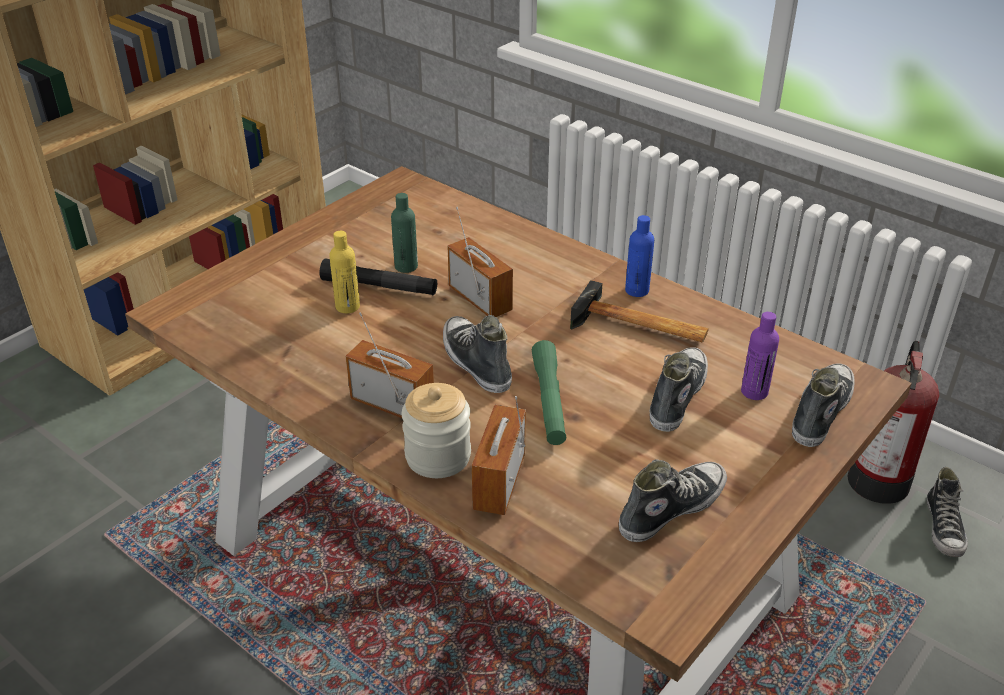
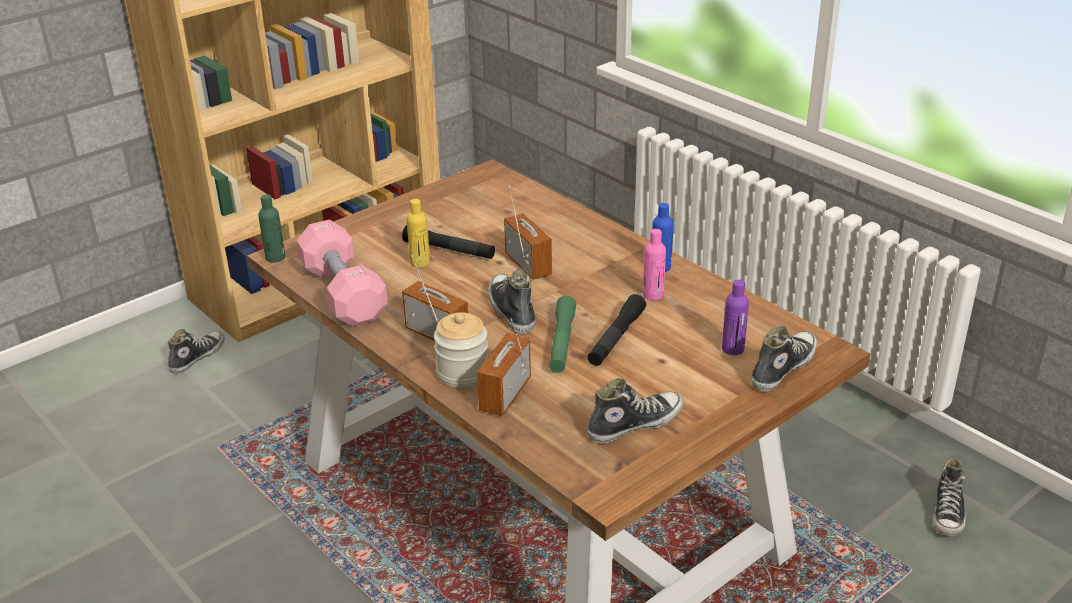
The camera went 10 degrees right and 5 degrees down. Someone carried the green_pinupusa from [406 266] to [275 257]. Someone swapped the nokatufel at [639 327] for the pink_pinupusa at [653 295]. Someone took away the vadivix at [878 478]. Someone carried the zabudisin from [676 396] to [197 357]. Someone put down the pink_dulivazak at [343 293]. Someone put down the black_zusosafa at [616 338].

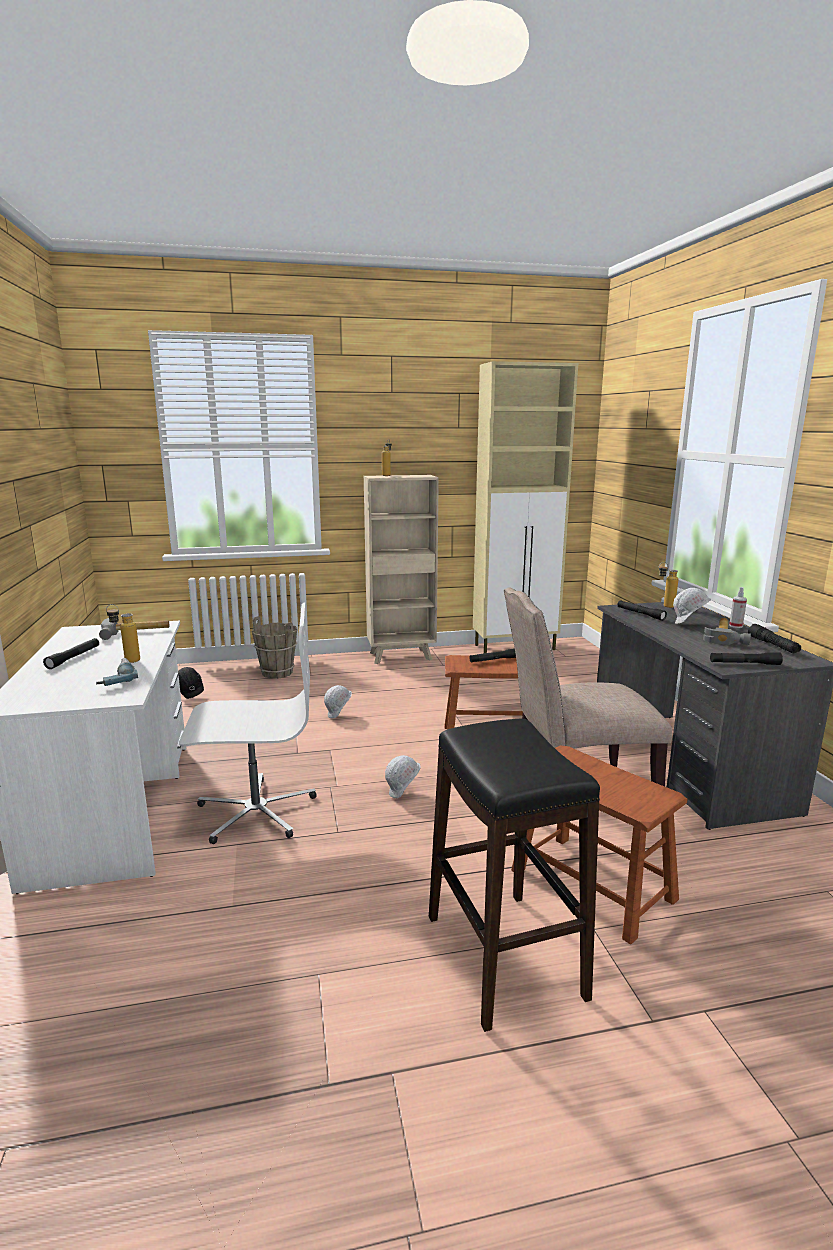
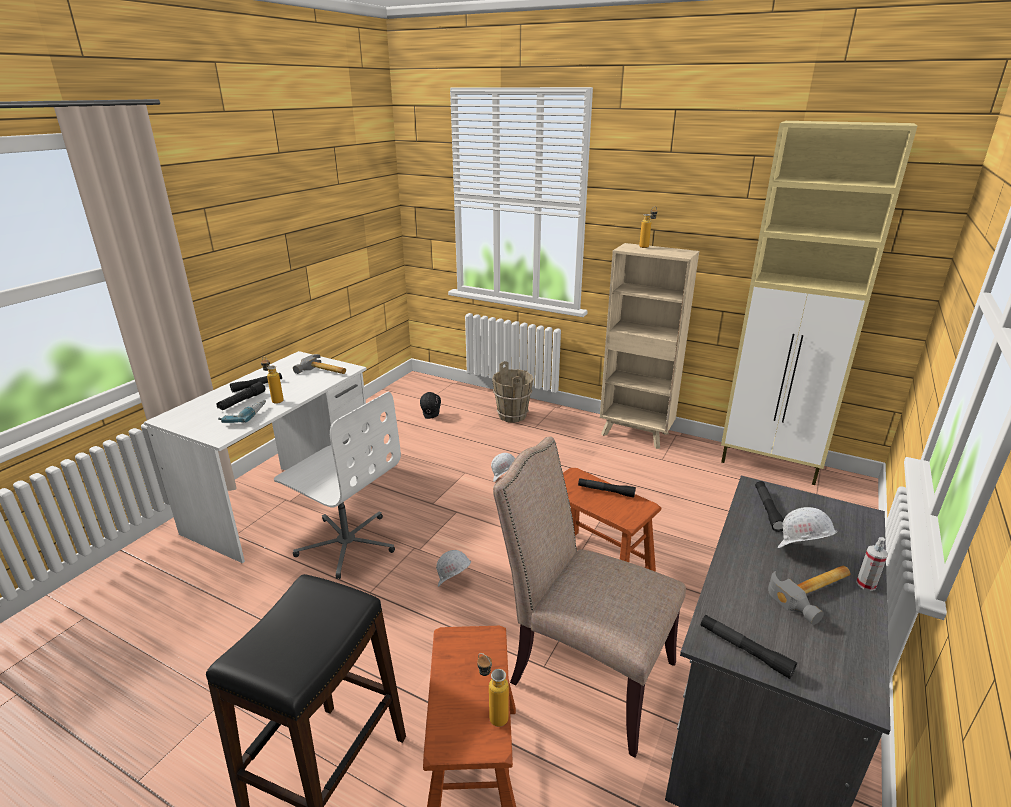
The camera went 40 degrees right and 10 degrees up. Someone carried the pinupusa from [664 606] to [492 714]. Someone carried the black_zusosafa from [773 645] to [242 401].

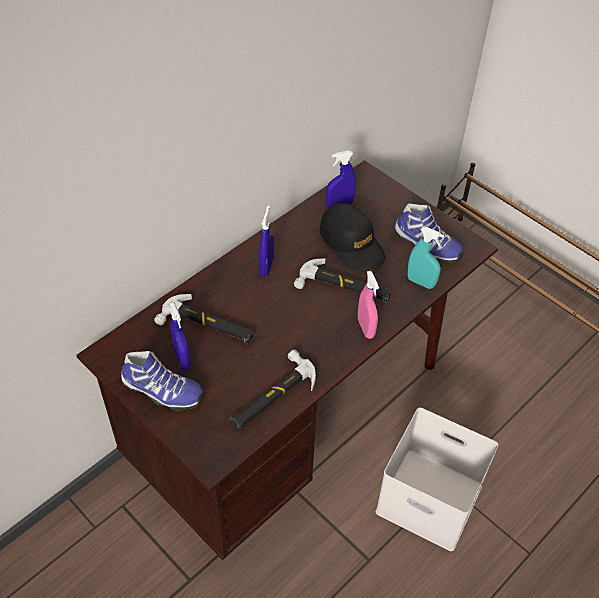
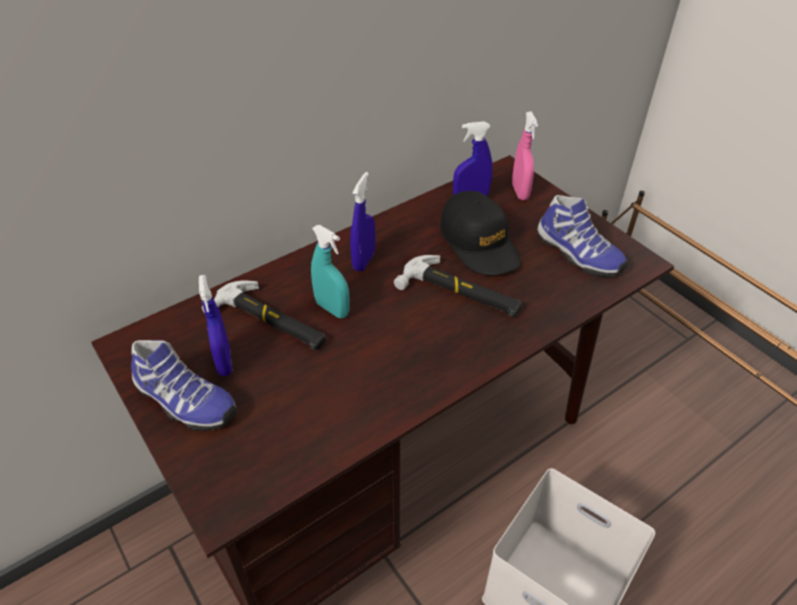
The camera went 10 degrees right and 5 degrees down. Someone carried the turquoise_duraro from [421 282] to [332 309]. Someone carried the pink_duraro from [366 328] to [520 192]. Someone took away the nokatufel at [272 395].

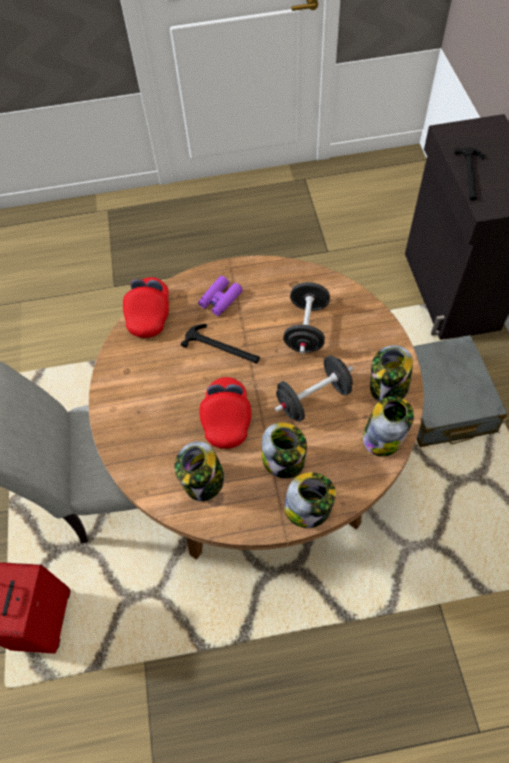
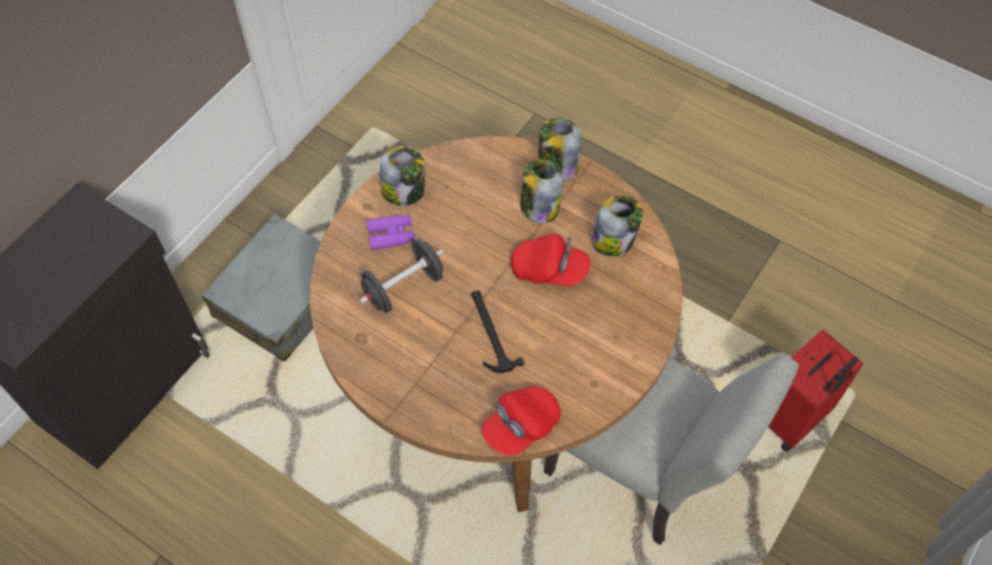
The camera went 140 degrees left and 0 degrees up. Someone took away the nokatufel at [470 175]. Someone carried the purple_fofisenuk from [220 299] to [391 235]. Someone took away the black_dulivazak at [313 399]. Someone rotated the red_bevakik at [227 418] by 120 degrees counterclockwise. Someone took away the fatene at [383 437].

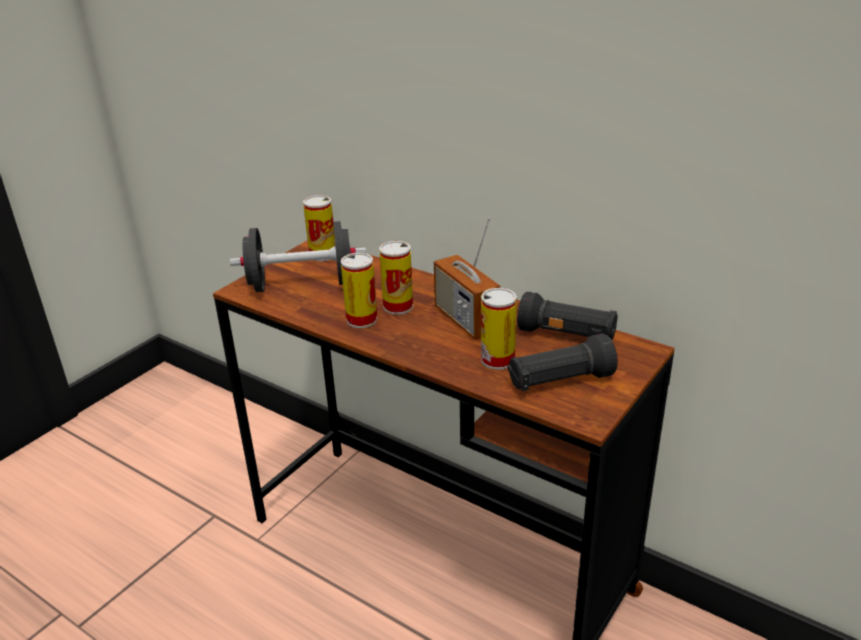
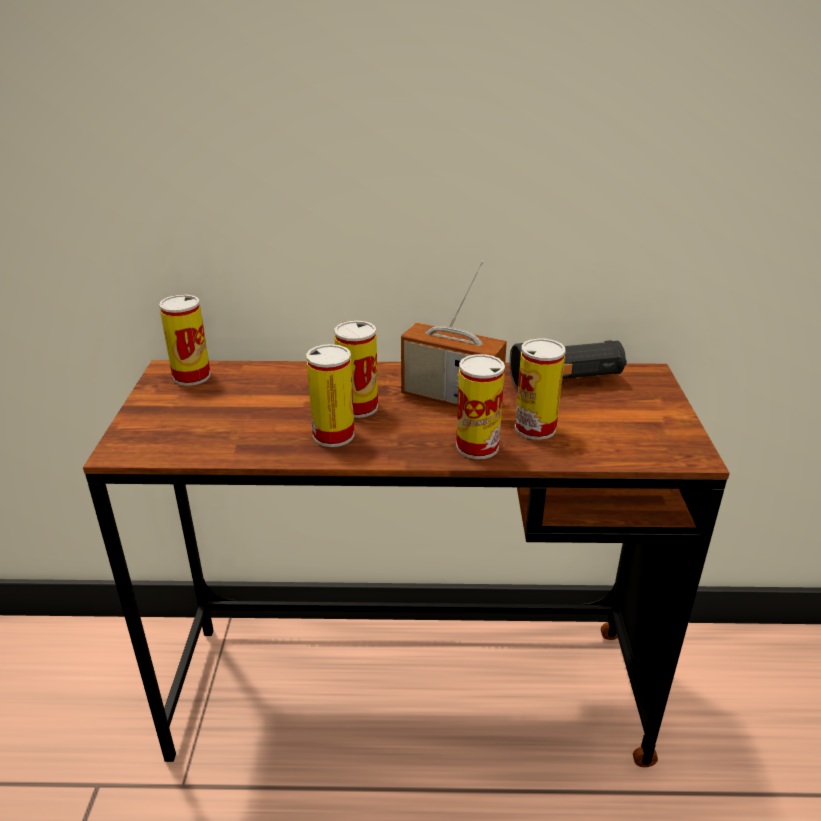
The camera went 35 degrees left and 0 degrees up. Someone took away the black_dulivazak at [302 284]. Someone took away the black_zusosafa at [559 381]. Someone put down the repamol at [477 446].

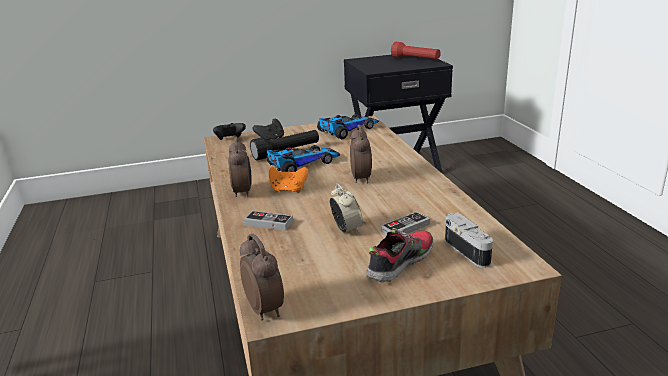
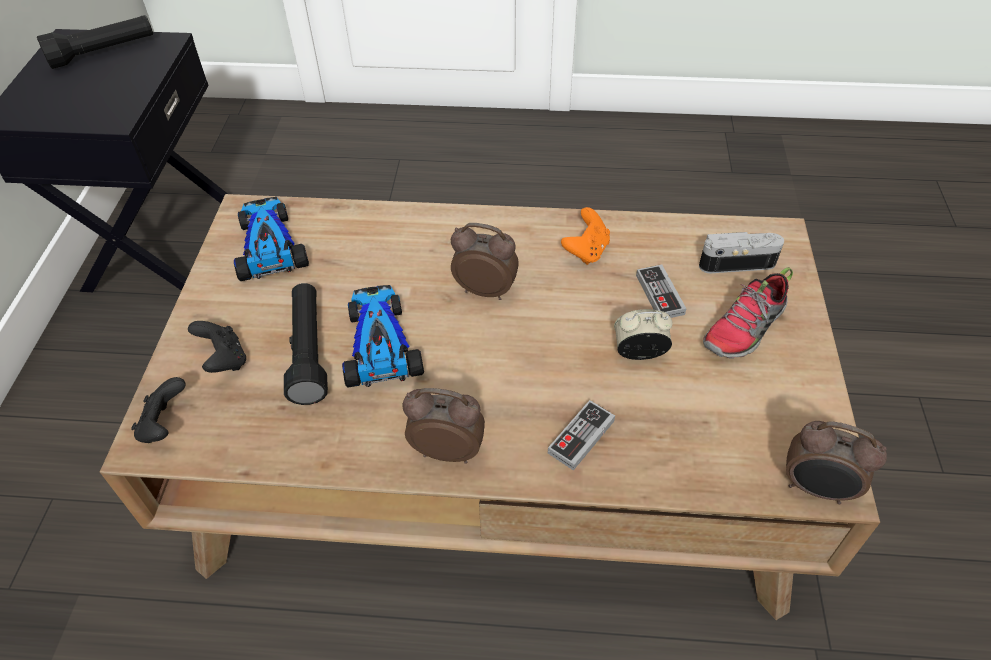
The camera went 70 degrees left and 25 degrees up. Someone repainted the red_zusosafa at [415 59], which became the black_zusosafa at [104 53]. Someone carried the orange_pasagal from [288 190] to [586 251]. Someone rotated the zabudisin at [399 263] by 105 degrees counterclockwise. Someone rotated the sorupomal at [265 309] by 150 degrees counterclockwise.

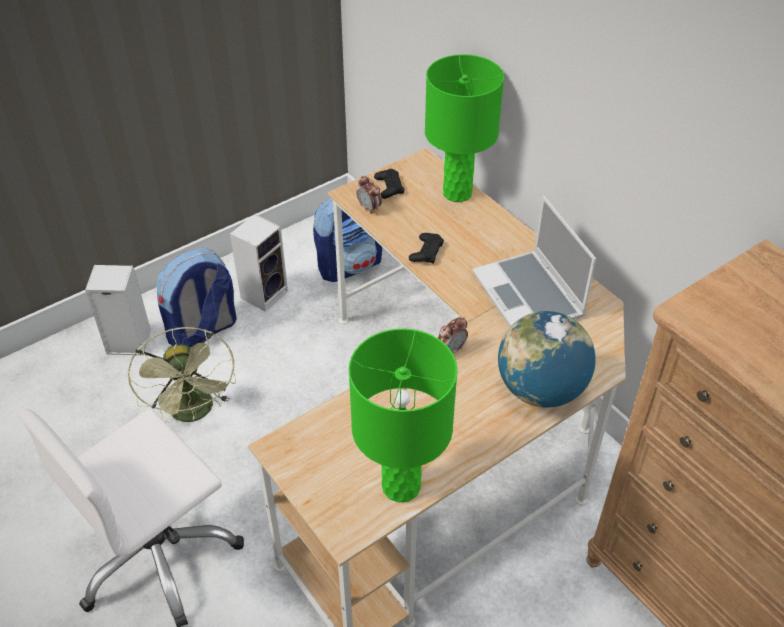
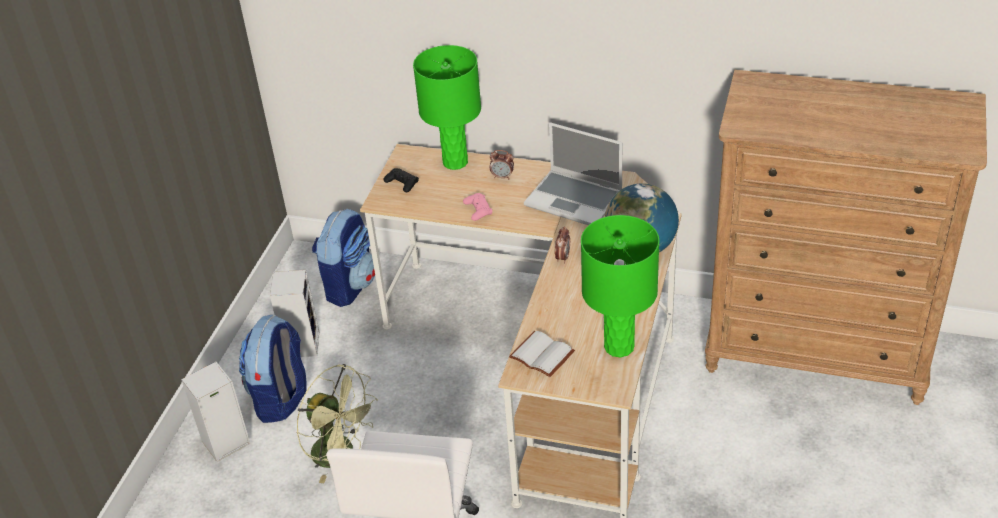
The camera went 35 degrees left and 5 degrees down. Someone carried the sorupomal from [369 208] to [502 176]. Someone repainted the black_pasagal at [426 252], which became the pink_pasagal at [478 210]. Someone put down the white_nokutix at [540 355].

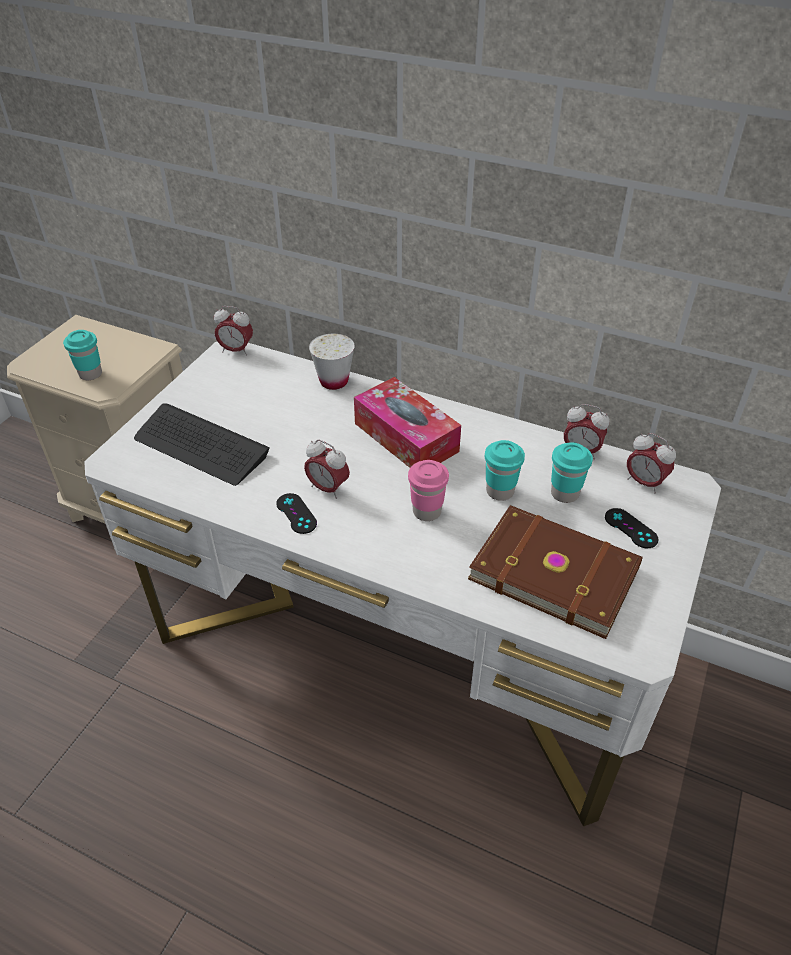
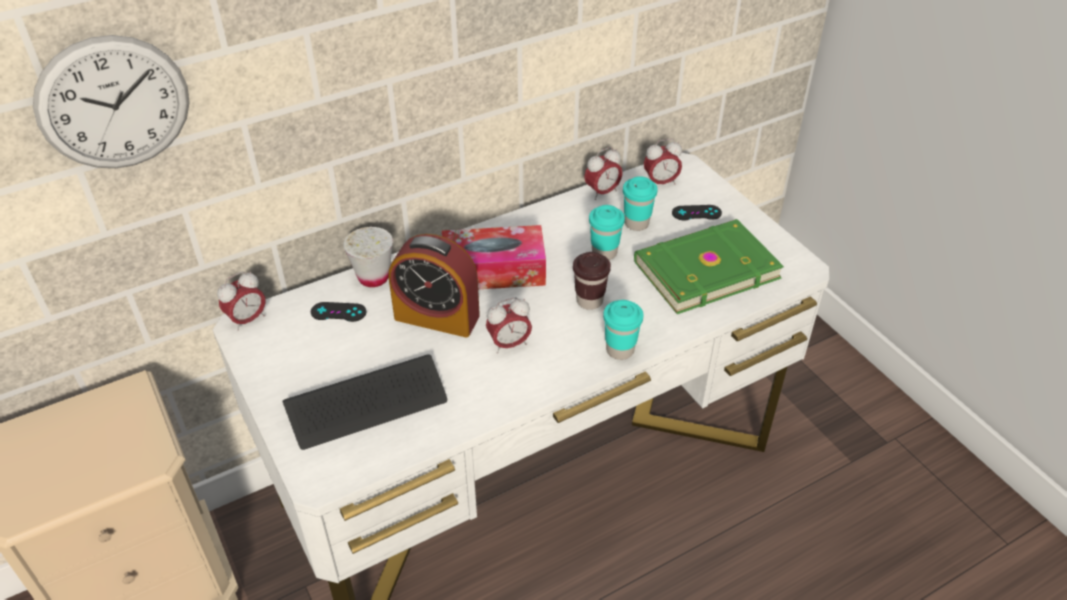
The camera went 55 degrees left and 0 degrees up. Someone carried the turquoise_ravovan from [90 374] to [620 350]. Someone repainted the pink_ravovan at [427 511], which became the brown_ravovan at [589 301]. Someone carried the black_pasagal from [296 513] to [338 312]. Someone repainted the brown_nokutix at [554 571], which became the green_nokutix at [704 269]. Someone put up the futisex at [114 104]. Someone put down the sorupomal at [437 317].

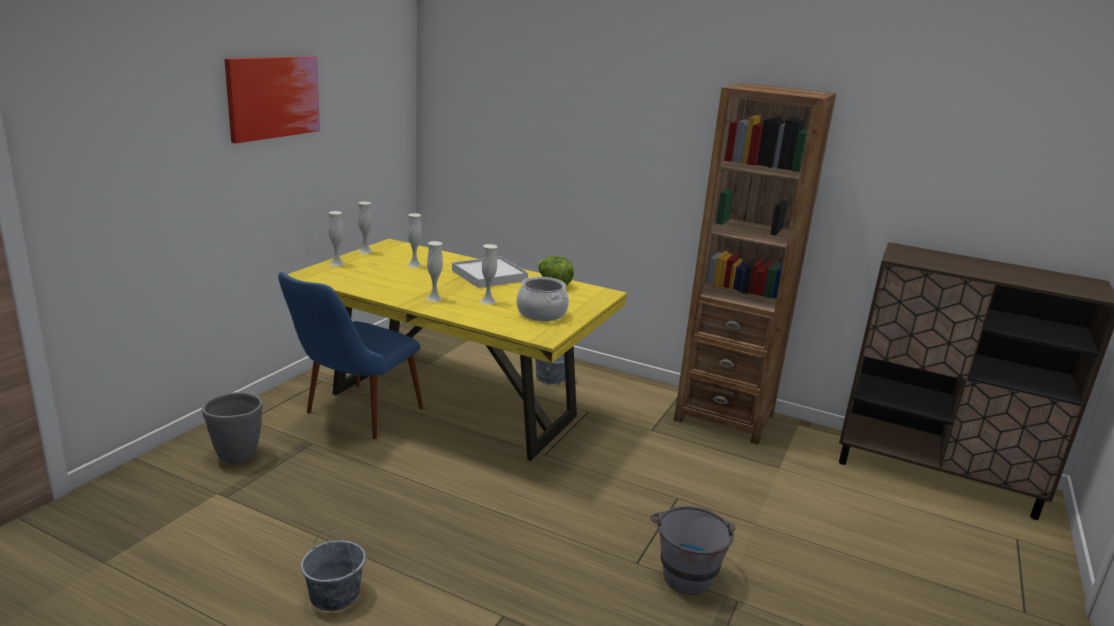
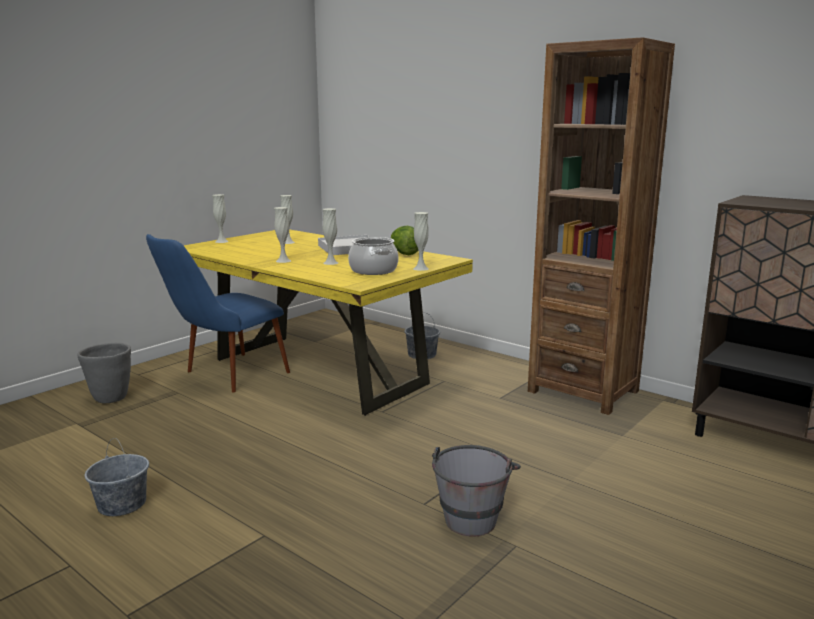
The camera went 15 degrees right and 5 degrees down. Someone took away the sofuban at [273 97]. Someone carried the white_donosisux from [365 251] to [420 268].

